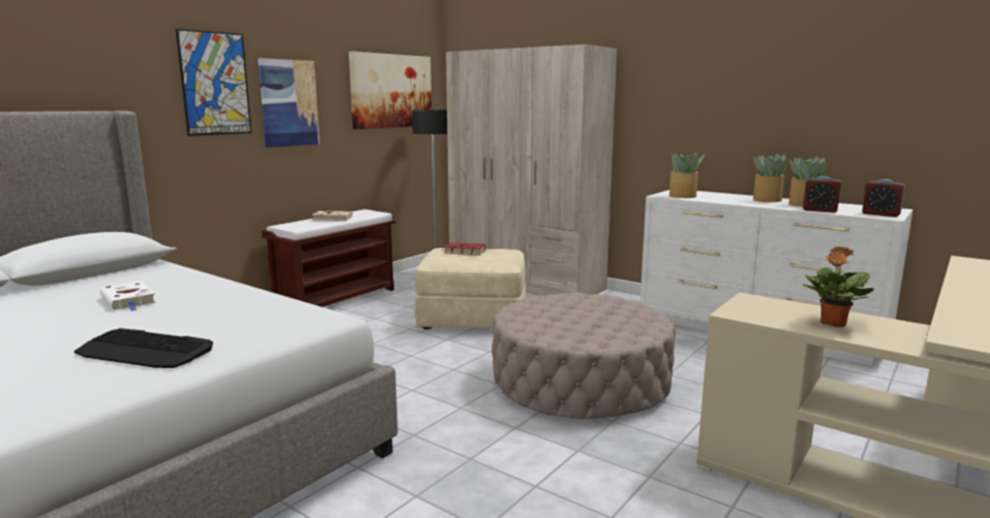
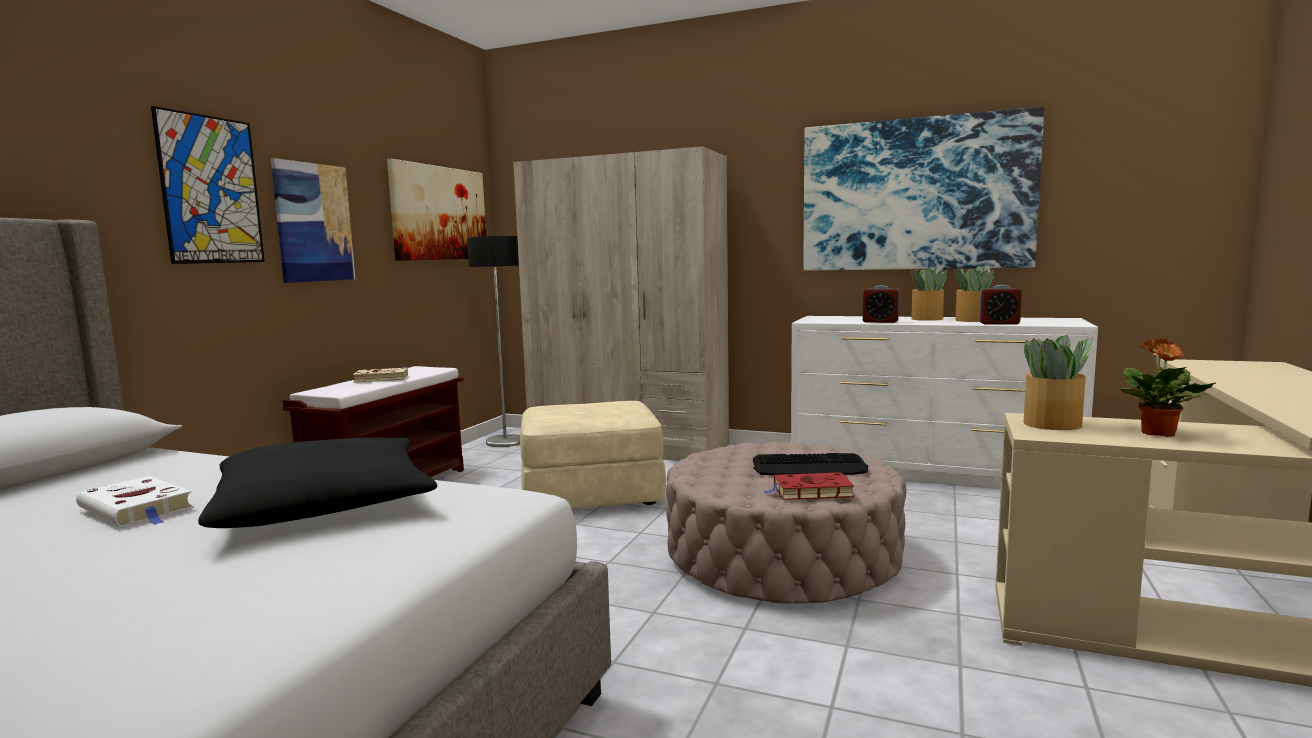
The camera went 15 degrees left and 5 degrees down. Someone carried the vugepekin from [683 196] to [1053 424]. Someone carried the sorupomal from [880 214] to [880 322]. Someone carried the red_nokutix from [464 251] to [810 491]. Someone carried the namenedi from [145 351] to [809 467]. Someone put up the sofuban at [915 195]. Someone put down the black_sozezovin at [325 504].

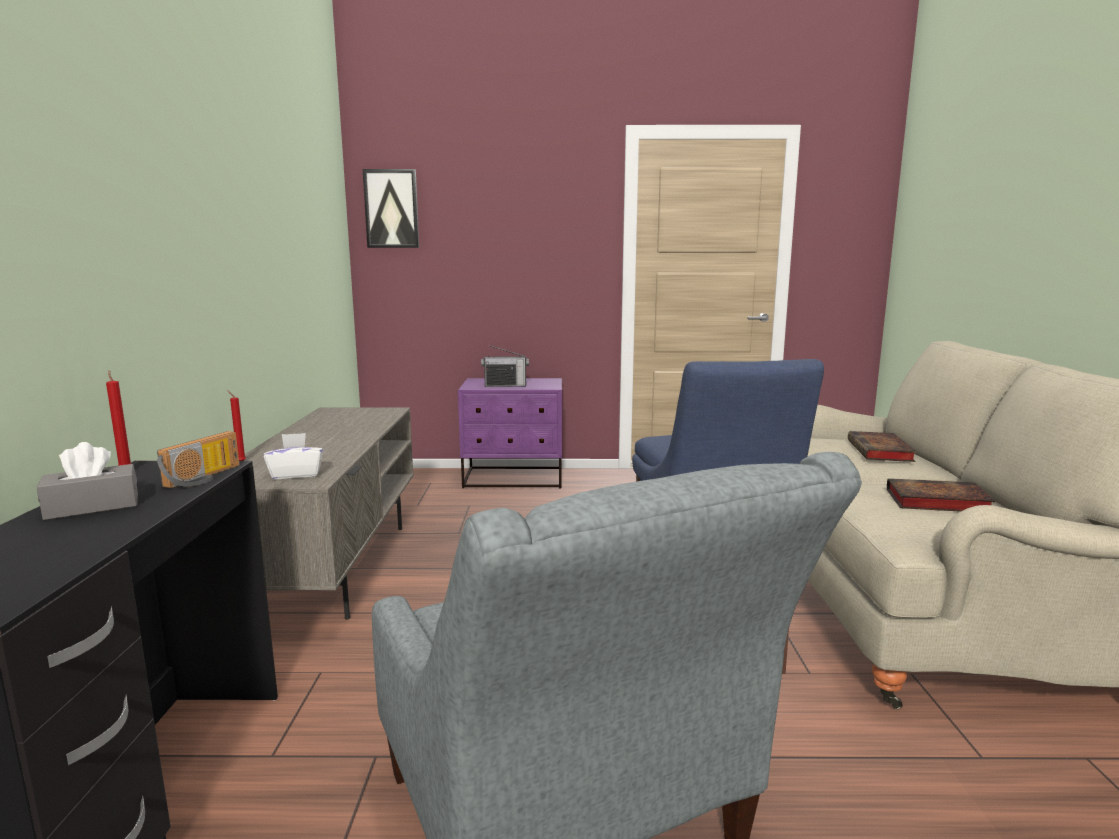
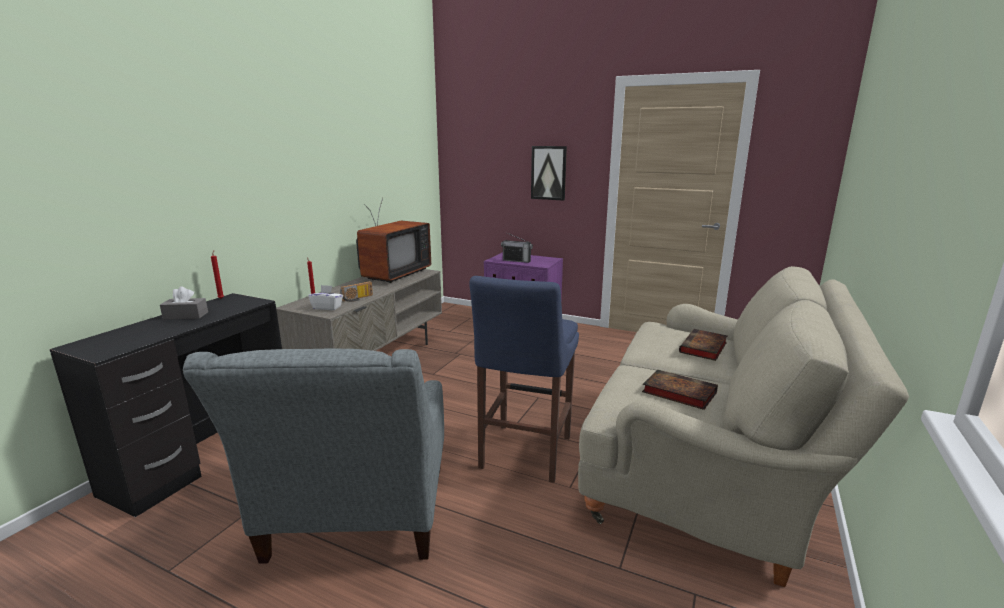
The camera went 25 degrees right and 5 degrees up. Someone carried the sofuban from [391 209] to [548 173]. Someone carried the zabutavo from [205 477] to [358 299]. Someone put down the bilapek at [392 274].

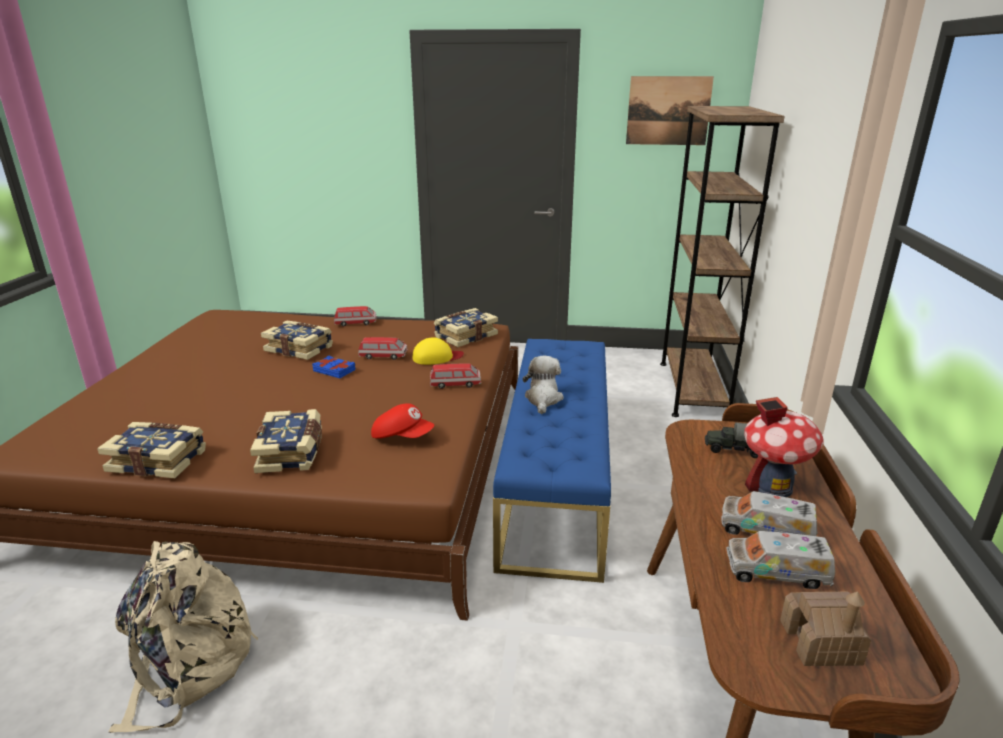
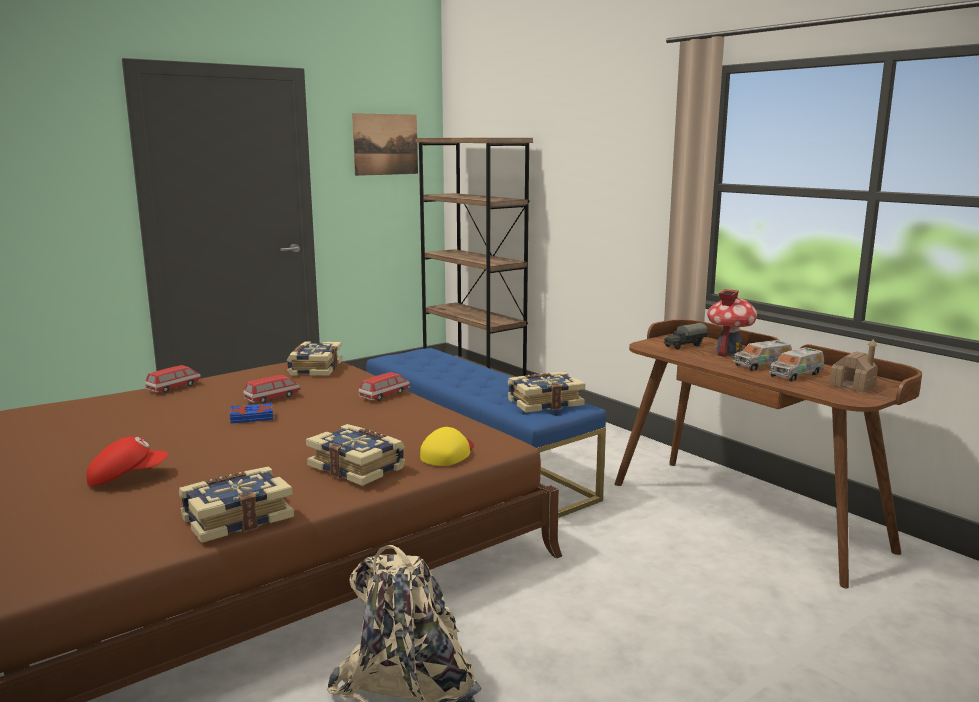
The camera went 45 degrees left and 10 degrees down. Someone carried the nokutix from [300 349] to [544 403]. Someone carried the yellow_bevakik from [437 357] to [448 453]. Someone took away the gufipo at [543 399]. Someone carried the red_bevakik from [402 436] to [127 477].

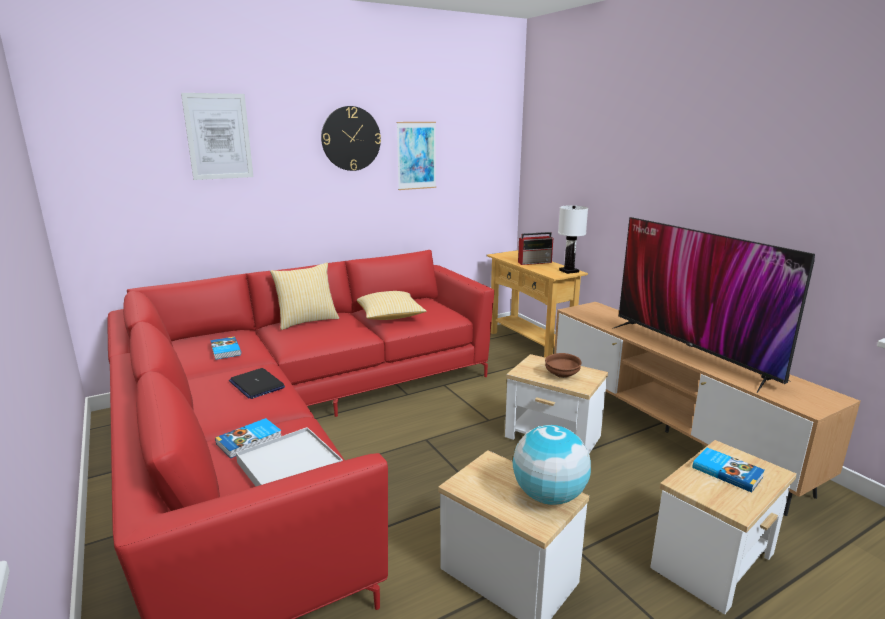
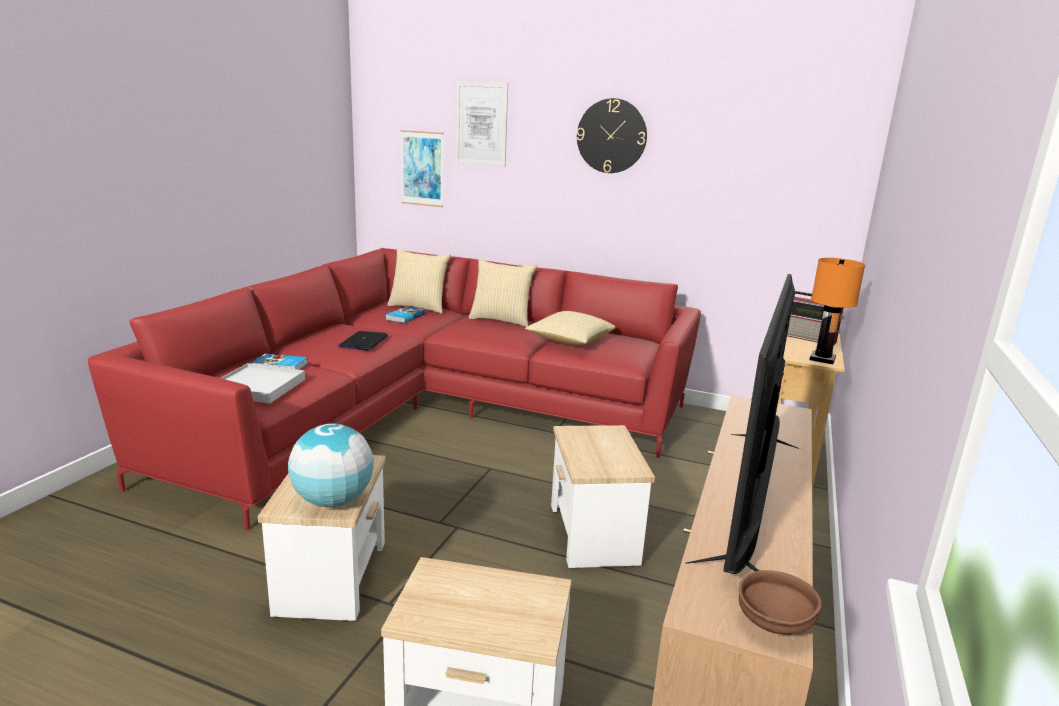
The camera went 50 degrees right and 0 degrees up. Someone carried the sofuban from [416 155] to [422 168]. Someone repainted the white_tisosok at [568 271], which became the orange_tisosok at [822 359]. Someone carried the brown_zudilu from [561 375] to [772 623]. Someone took away the nokutix at [727 472]. Someone put down the sozezovin at [419 307].

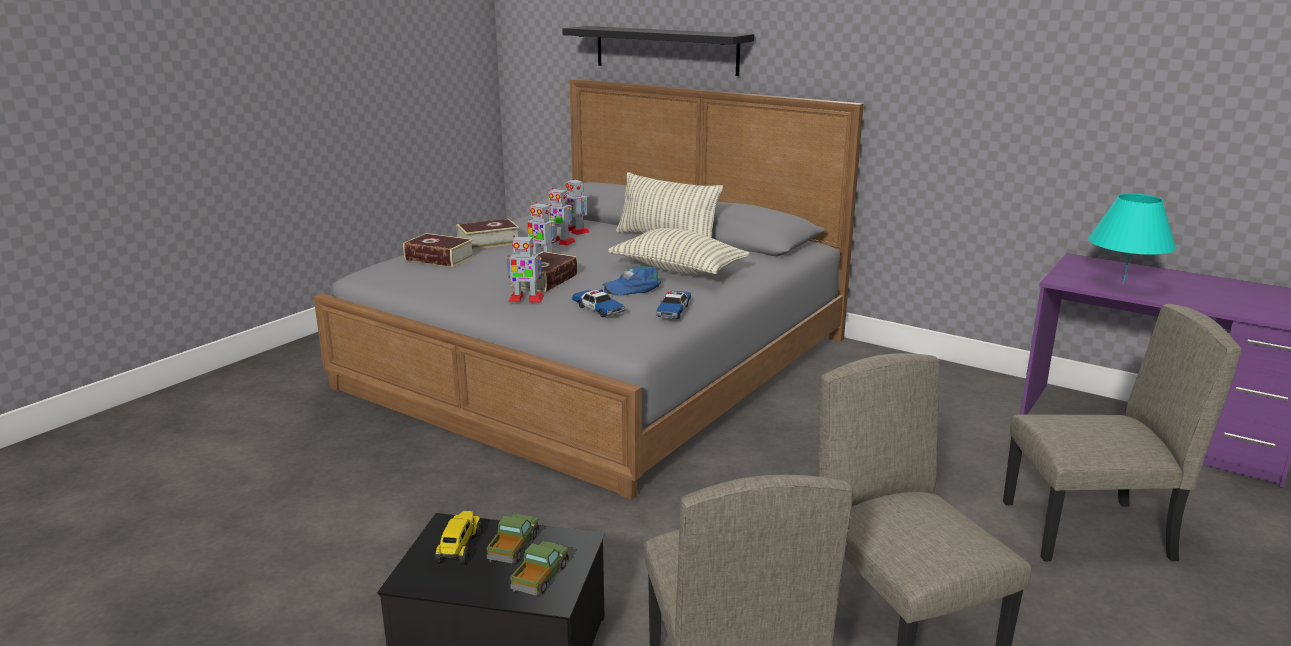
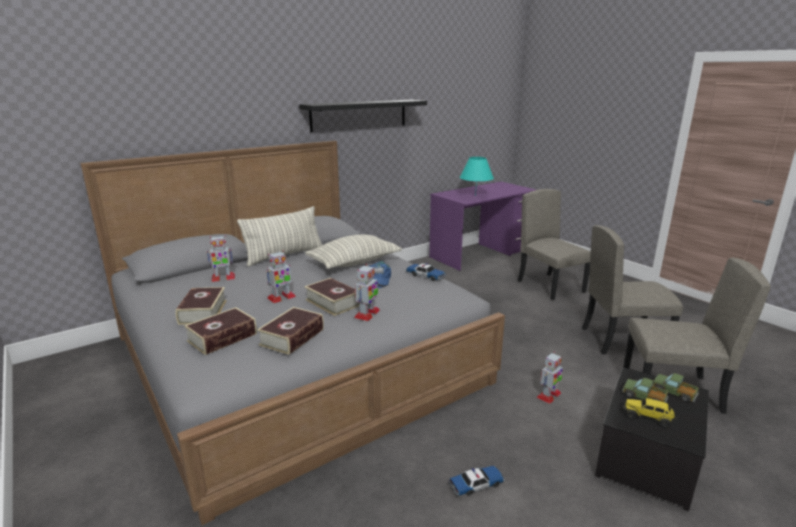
The camera went 70 degrees left and 0 degrees up. Someone carried the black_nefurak from [665 50] to [359 115]. Someone carried the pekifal from [559 242] to [548 395]. Someone carried the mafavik from [598 309] to [476 485]. Someone rotated the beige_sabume at [1087 531] by 45 degrees counterclockwise. Someone put down the nokutix at [292 337].

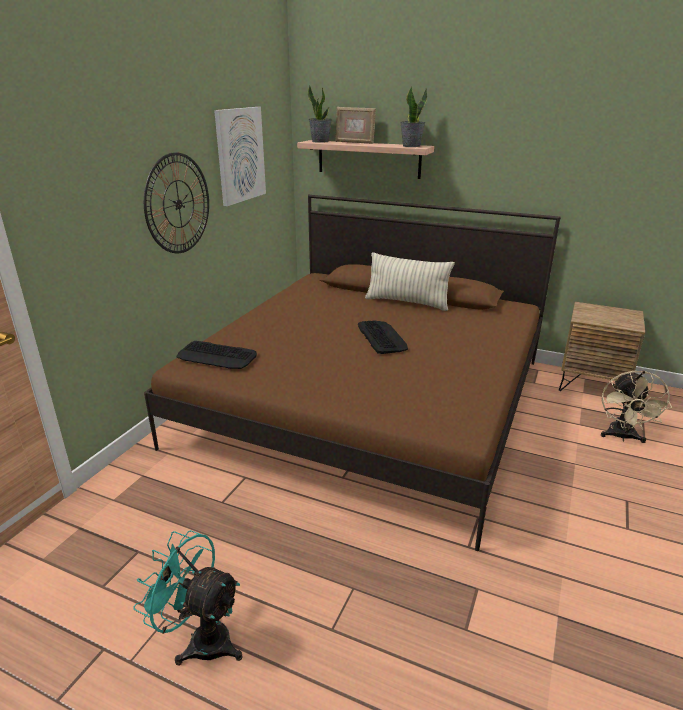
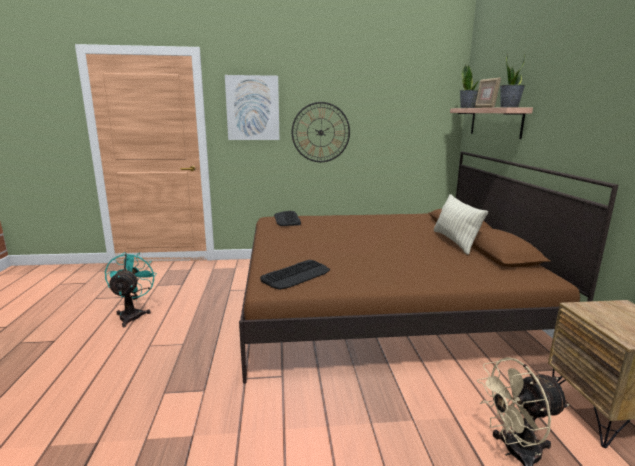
The camera went 60 degrees right and 10 degrees down. Someone carried the sofuban from [240 155] to [253 108]. Someone carried the namenedi from [381 337] to [296 275].

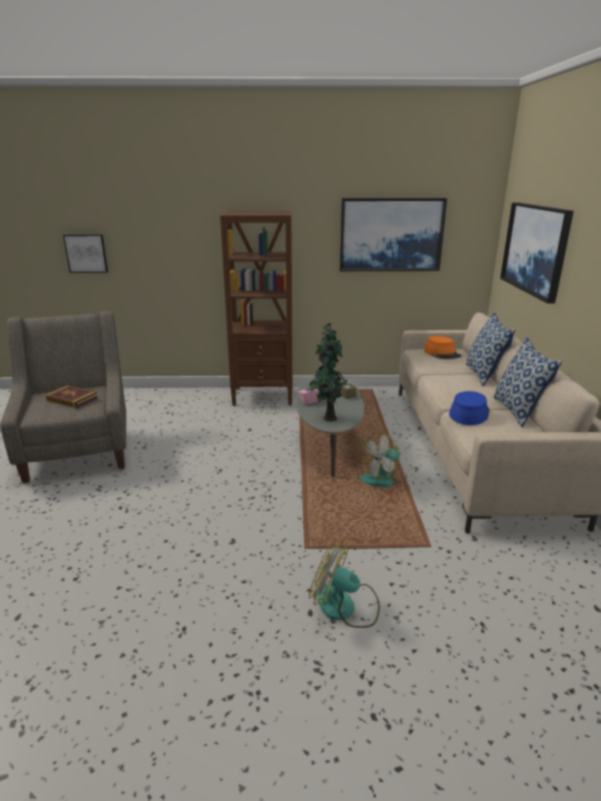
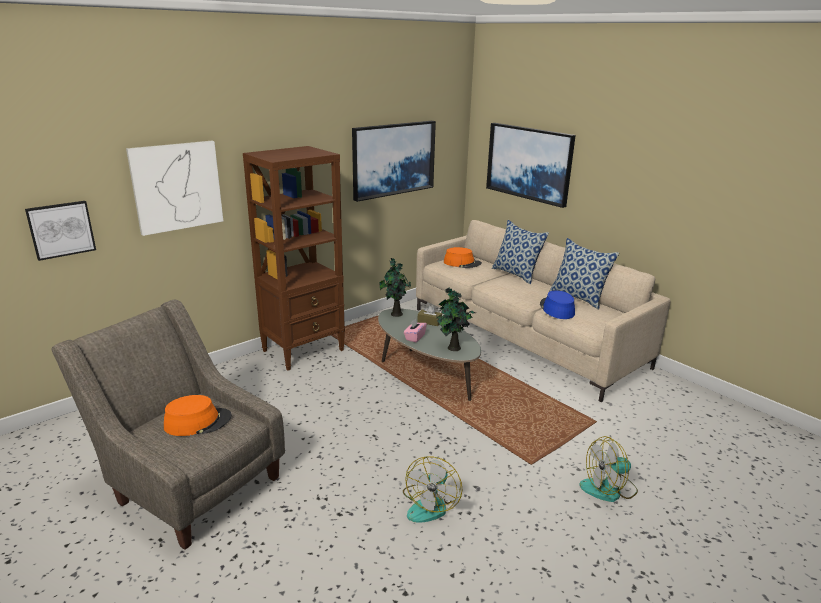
The camera went 40 degrees left and 0 degrees up. Someone swapped the nokutix at [72 399] for the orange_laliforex at [198 422]. Someone carried the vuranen from [384 478] to [430 504]. Someone put up the sofuban at [177 186].

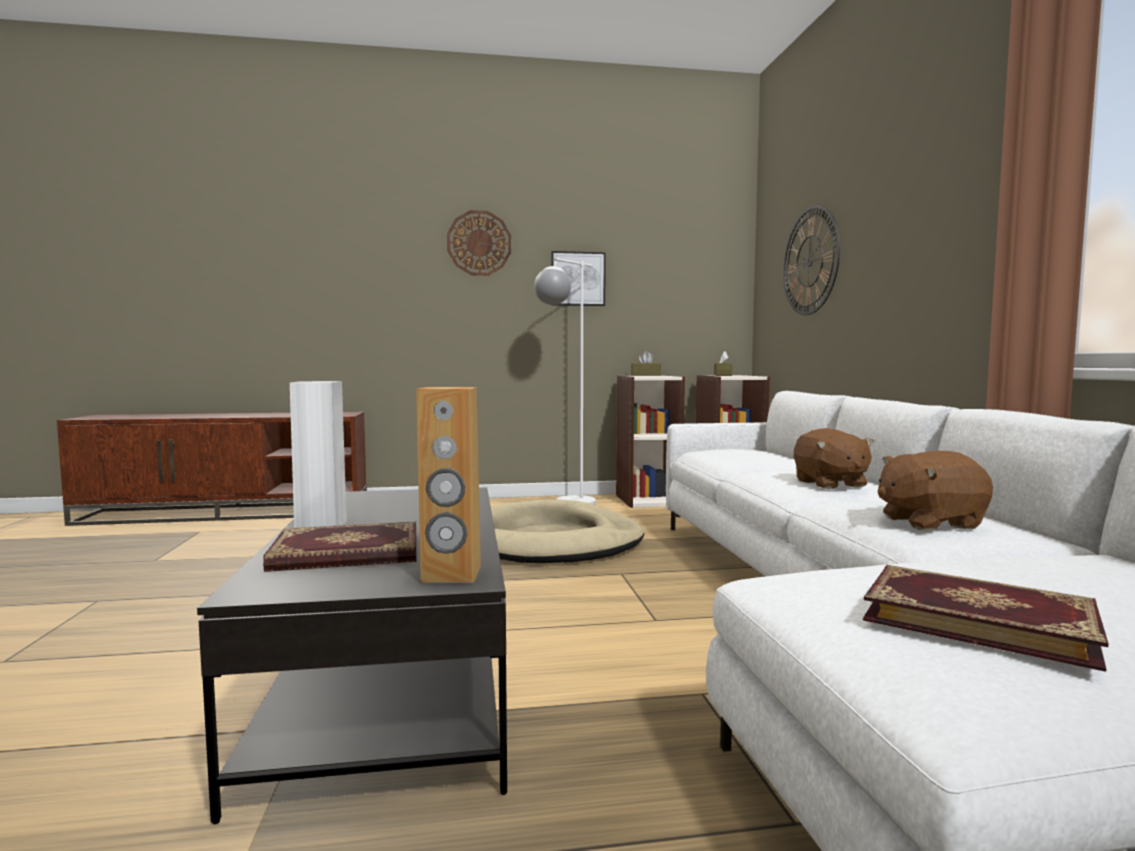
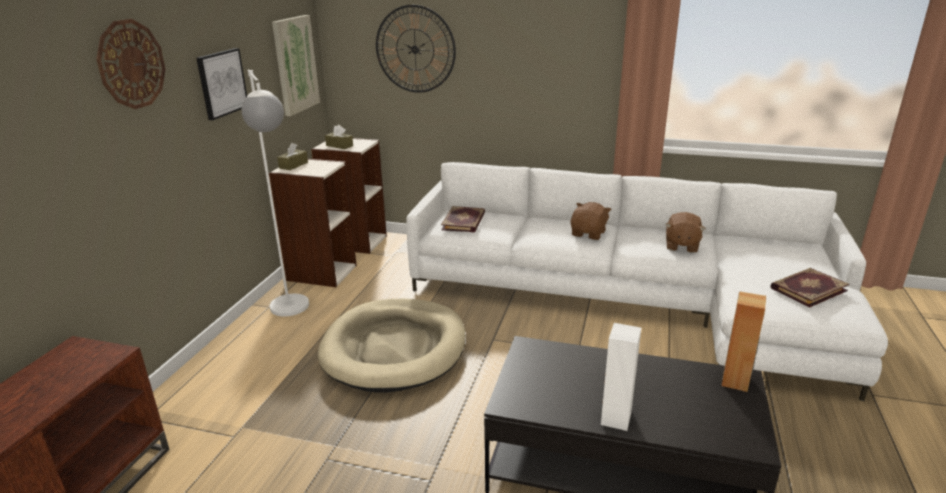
The camera went 65 degrees left and 20 degrees up. Someone rotated the brown_gufipo at [830 484] by 75 degrees counterclockwise. Someone carried the nokutix from [347 554] to [464 221]. Someone put up the sofuban at [295 64].

